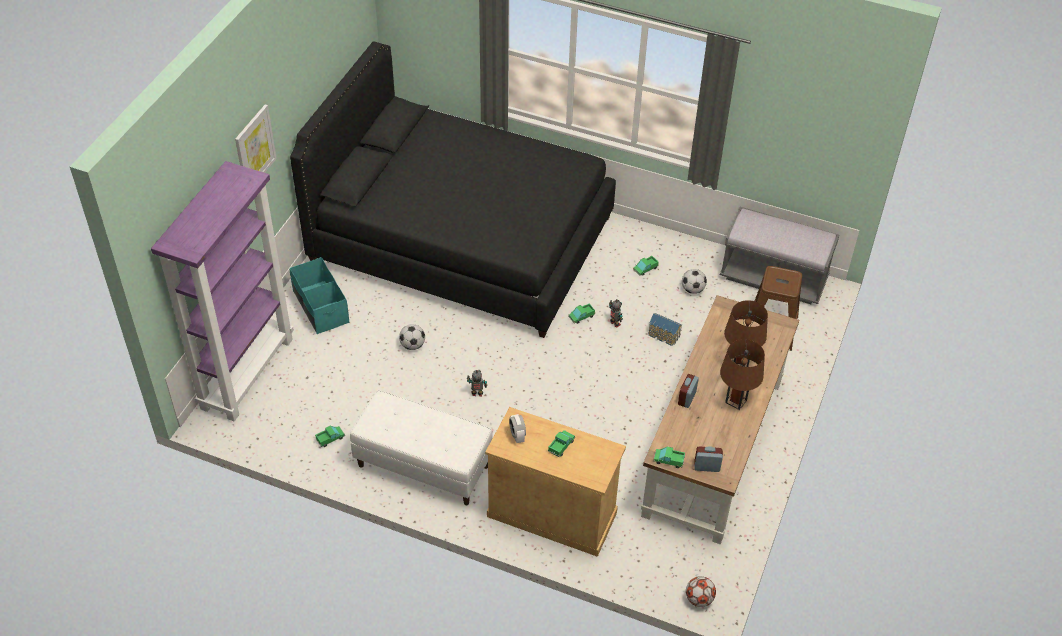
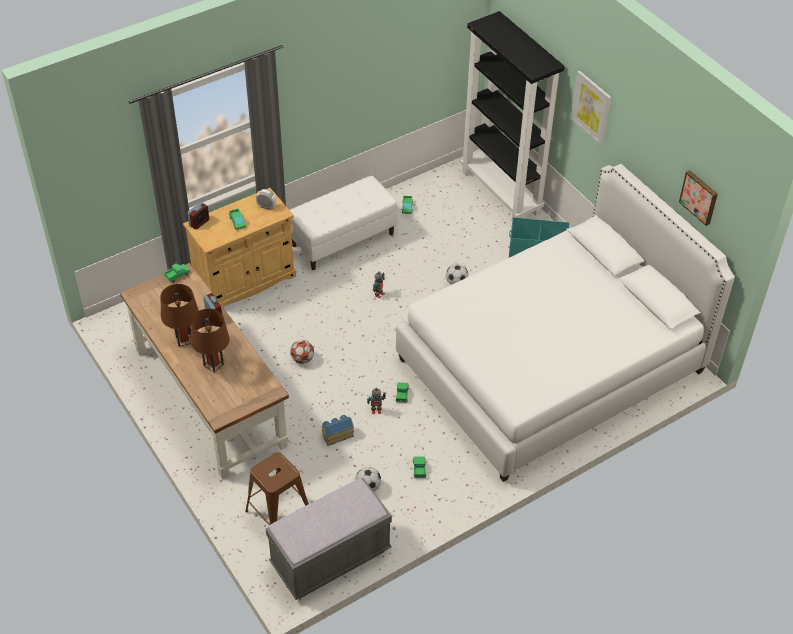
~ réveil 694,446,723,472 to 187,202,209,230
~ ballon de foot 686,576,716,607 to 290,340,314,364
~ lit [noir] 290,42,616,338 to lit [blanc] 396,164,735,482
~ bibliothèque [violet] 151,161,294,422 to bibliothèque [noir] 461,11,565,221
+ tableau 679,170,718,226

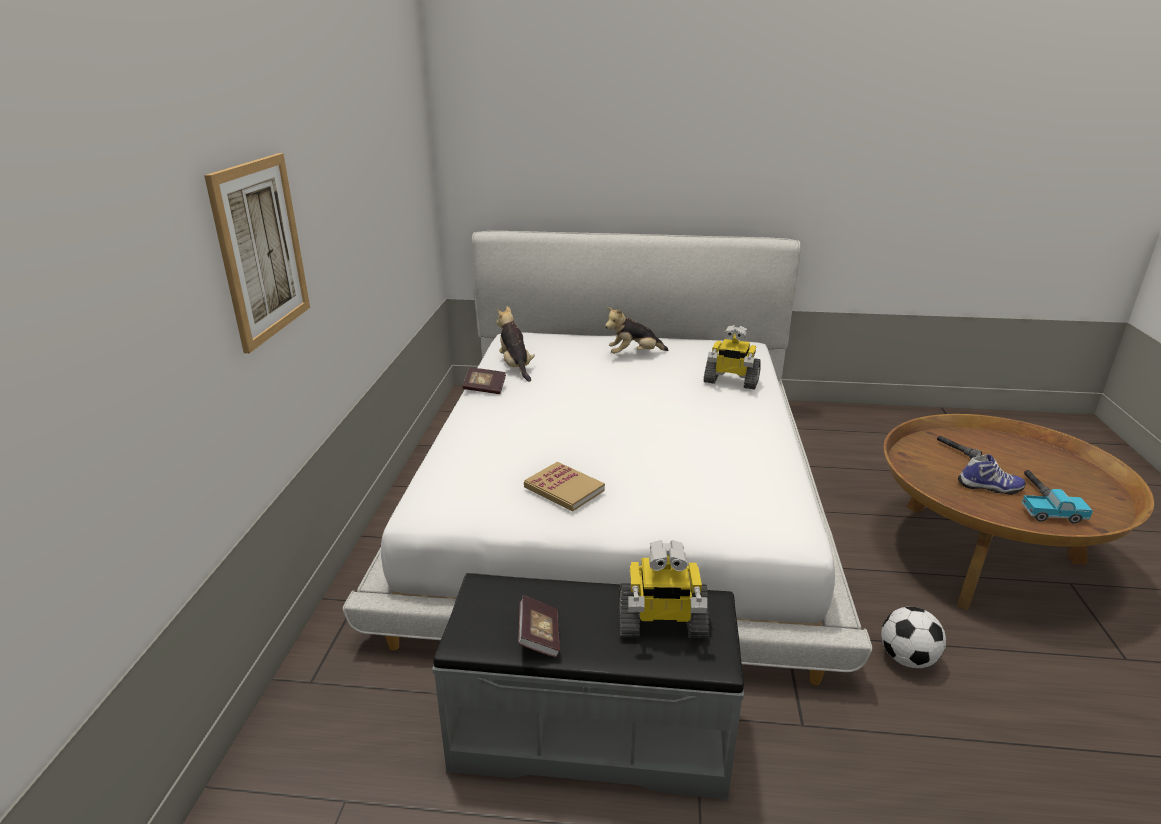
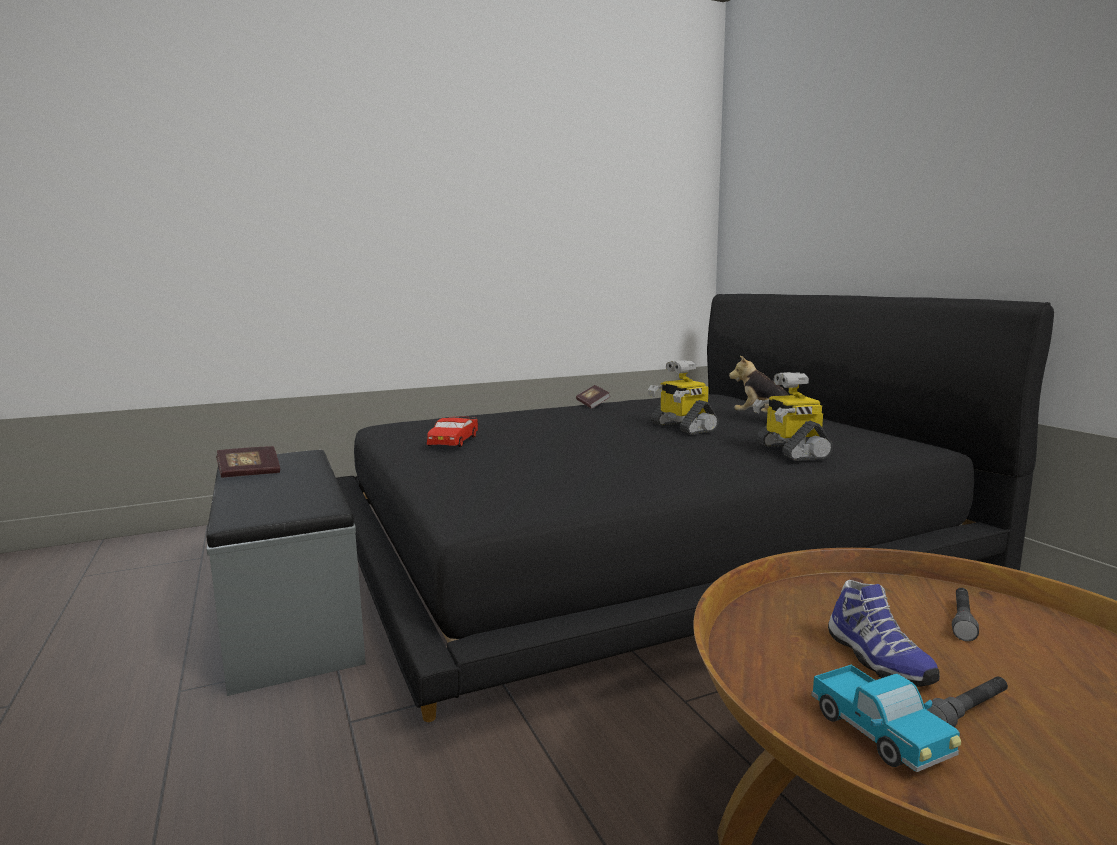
~ lit [blanc] 343,231,872,685 to lit [noir] 336,294,1054,722
~ livre 524,462,605,512 to petite voiture [rouge] 427,416,478,447
~ robot jouet 619,540,709,638 to 648,360,719,435
- tableau 204,153,310,353
- peluche 496,306,535,382
- ballon de foot 881,607,946,668

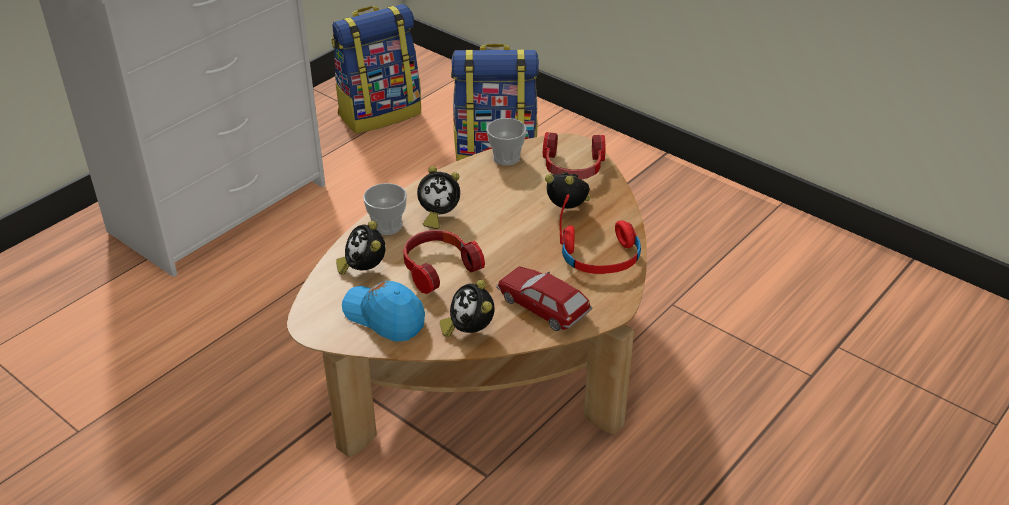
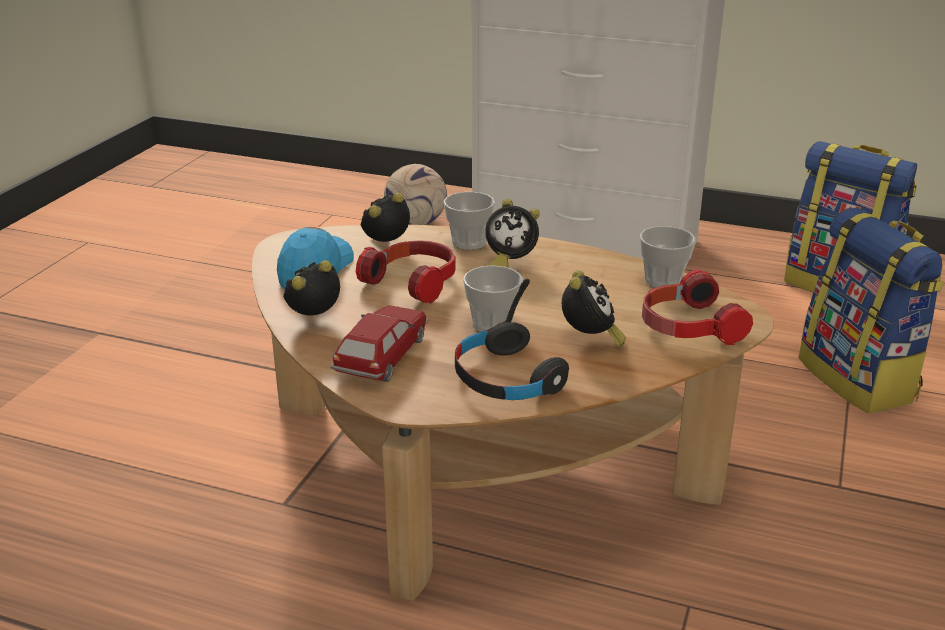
+ ballon de foot 384,164,447,225
~ casque audio [rouge] 560,194,641,274 to casque audio [noir] 455,279,569,400
+ tasse 463,265,523,332
~ réveil 417,166,460,229 = 485,199,540,268 60 degrees counterclockwise

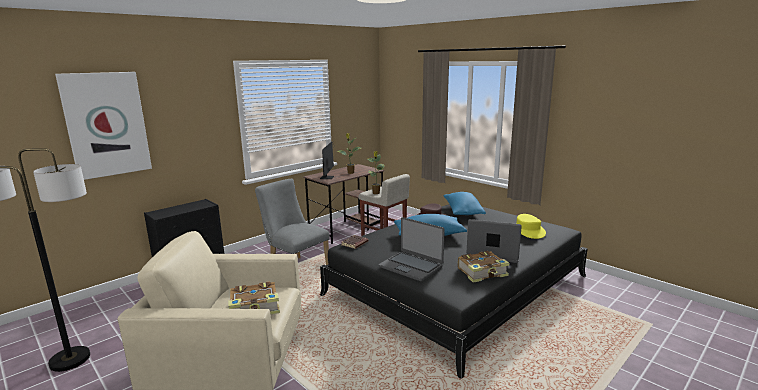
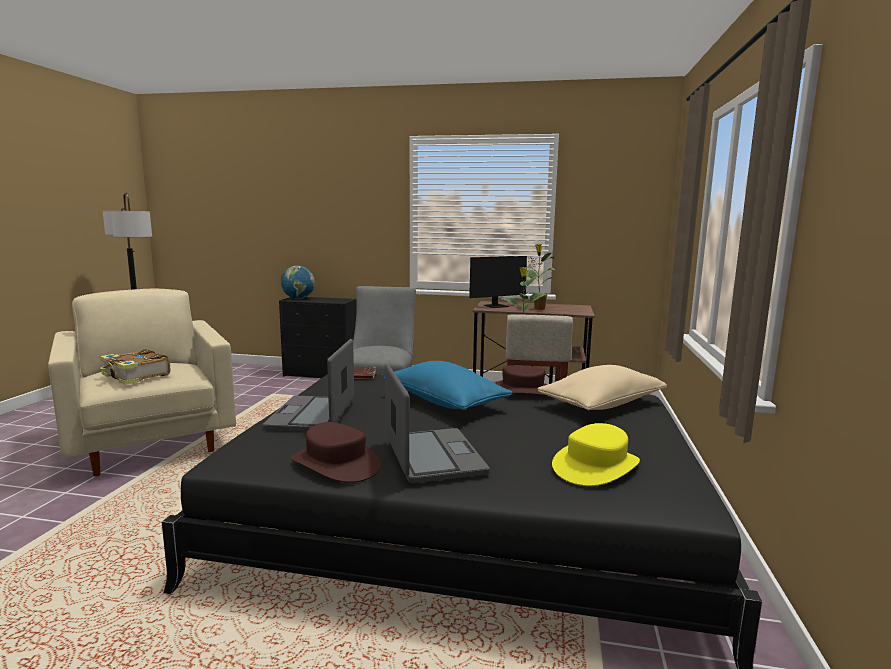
+ globe 281,266,315,299
~ livre 458,251,509,283 to chapeau [marron] 291,422,381,483
~ coussin [bleu] 443,192,486,215 to coussin [beige] 537,365,667,410
- tableau 55,72,152,180

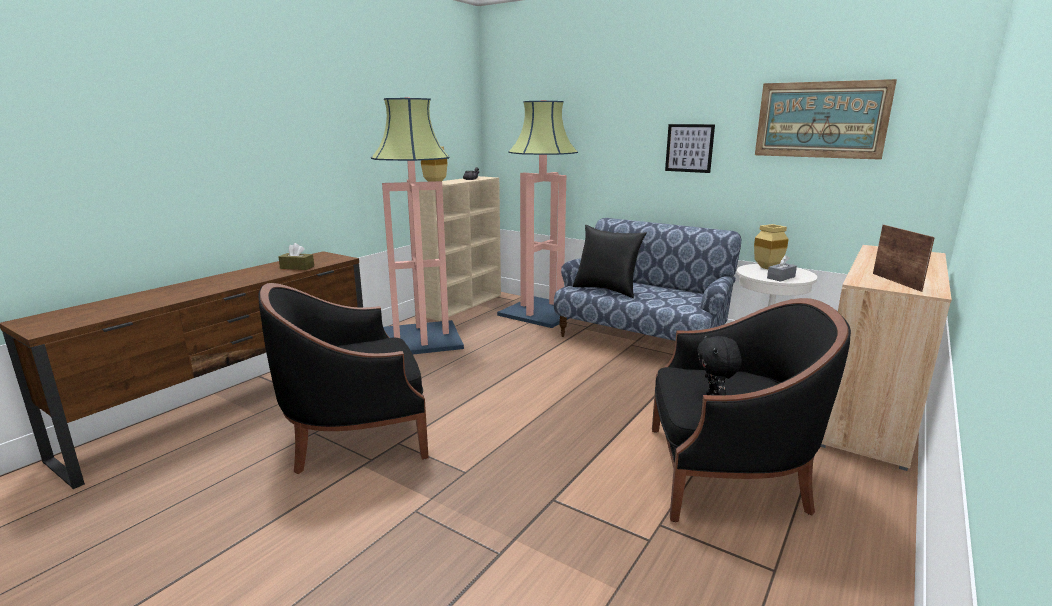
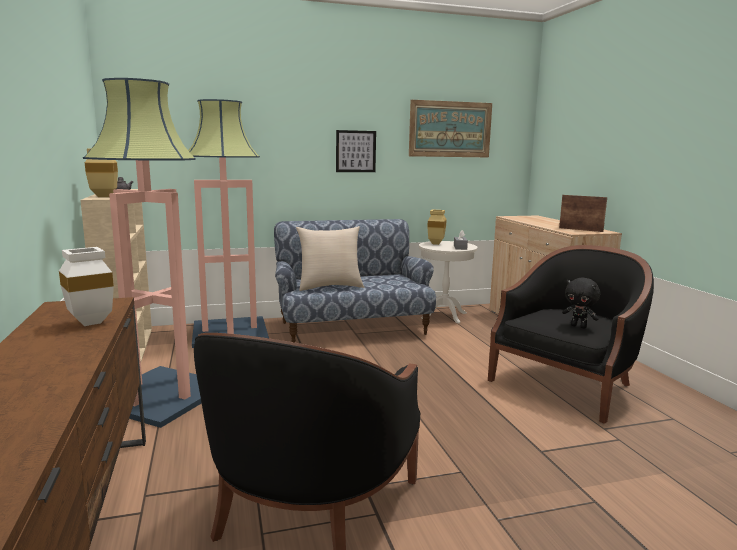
~ boîte à mouchoirs [marron] 278,243,314,270 to vase [blanc] 59,247,114,326
~ coussin [noir] 573,225,647,298 to coussin [beige] 296,226,364,291

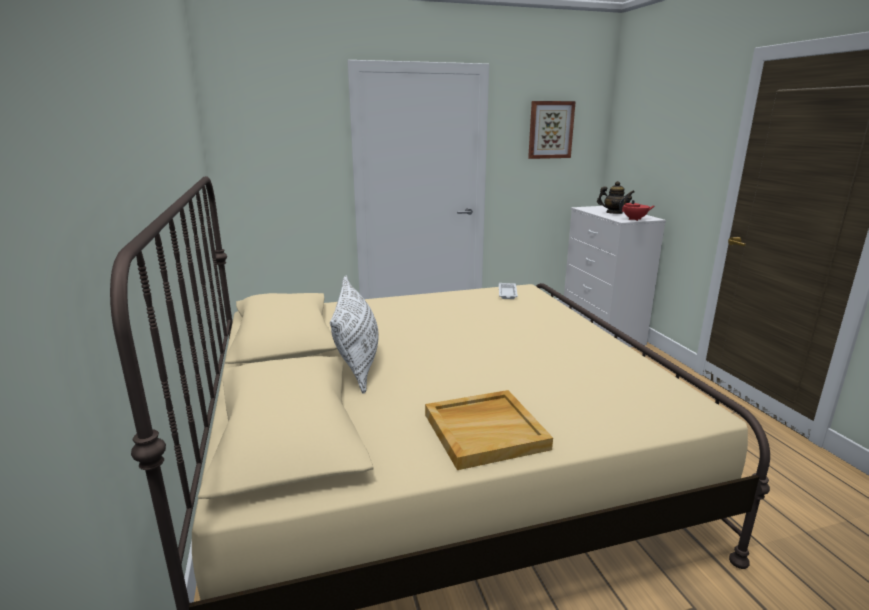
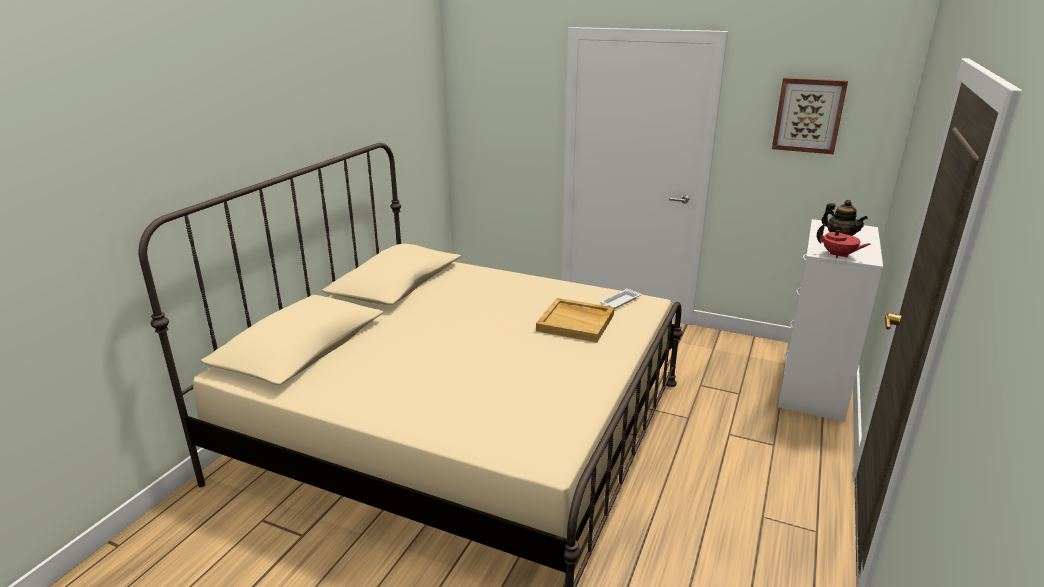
~ plateau [beige] 425,390,553,470 to 536,298,614,342
- coussin [blanc] 330,276,379,394

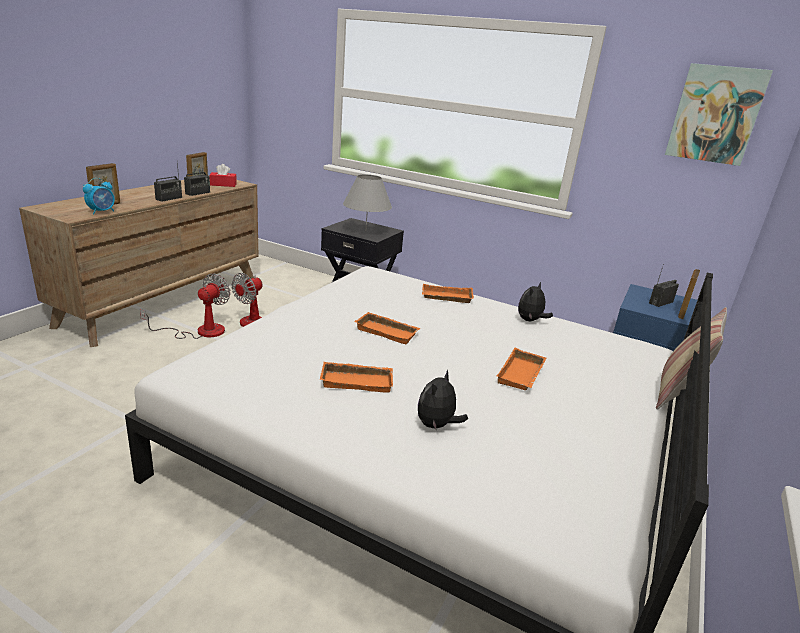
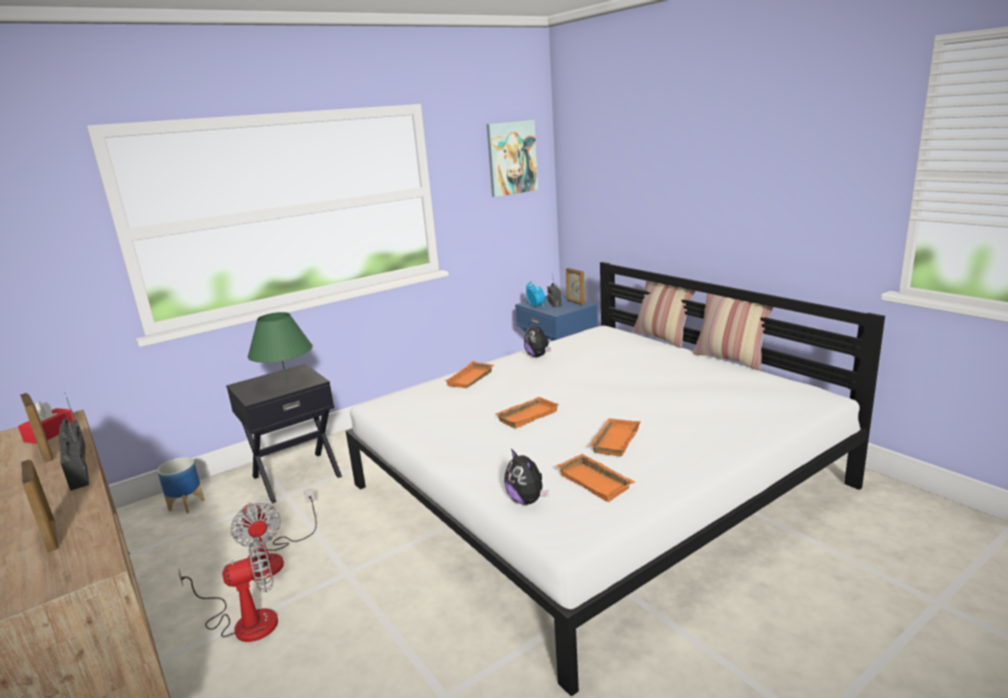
+ cache-pot 157,457,205,513
~ ventilateur 140,274,230,339 = 179,540,278,642 105 degrees clockwise
~ lampe de table [gris] 343,174,392,227 to lampe de table [vert] 248,312,313,383
~ peluche 418,369,468,429 to 504,448,549,505
~ réveil 83,178,115,214 to 526,281,545,308
~ plateau [orange] 497,348,546,390 to 556,454,635,502
+ coussin 693,293,773,370

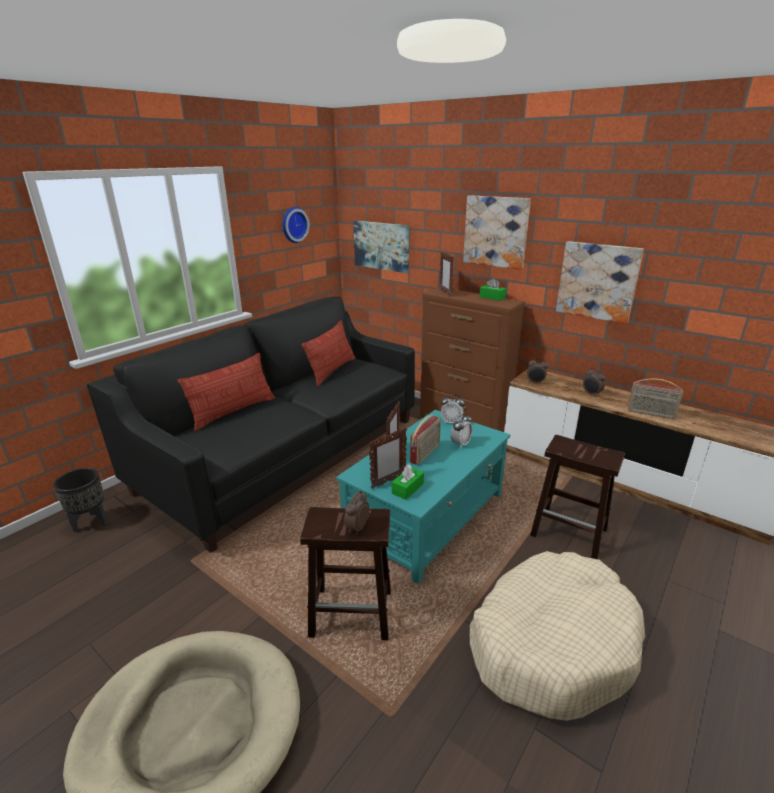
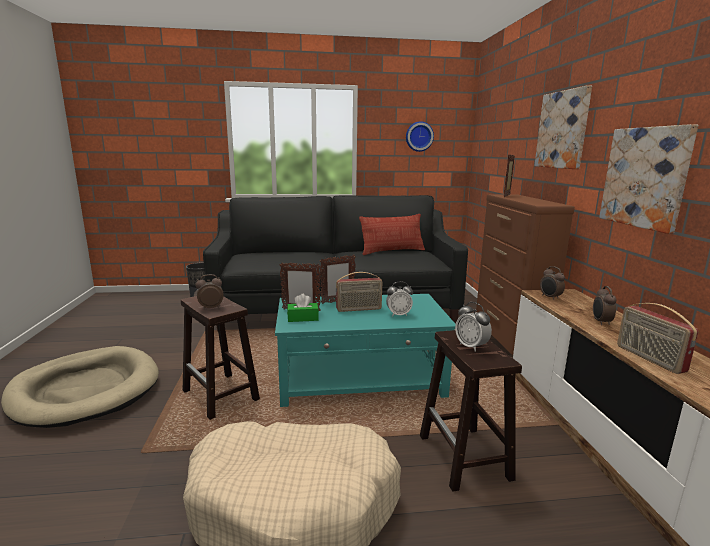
~ réveil 441,394,465,423 to 455,302,492,352
- coussin 178,353,275,431
- tableau 353,221,409,273
- boîte à mouchoirs [vert] 479,278,507,301

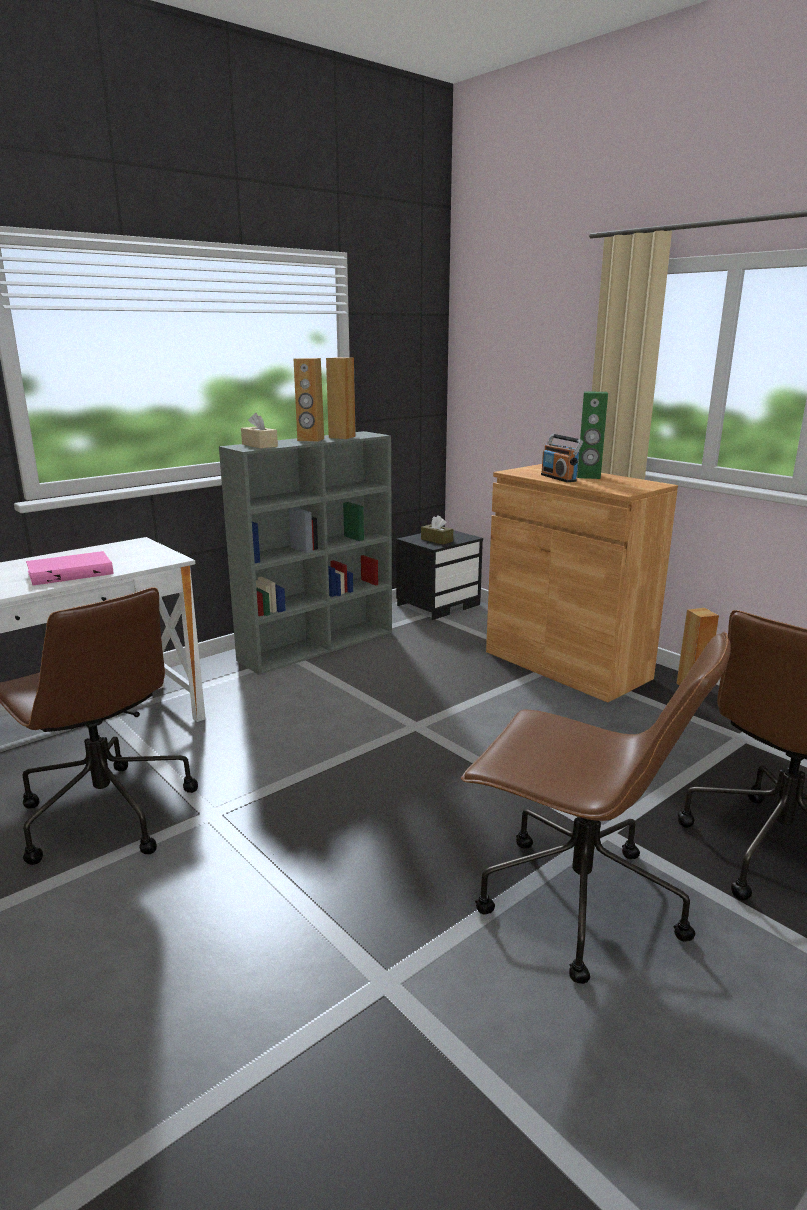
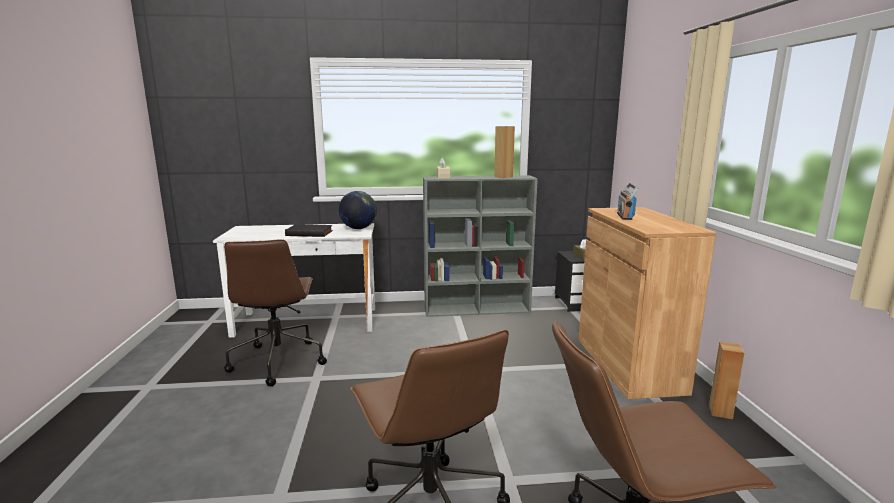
~ livre [rose] 26,551,113,585 to livre [noir] 285,224,333,237
+ globe 338,191,377,229
- enceinte [marron] 294,358,324,442
- enceinte [vert] 577,391,608,479

